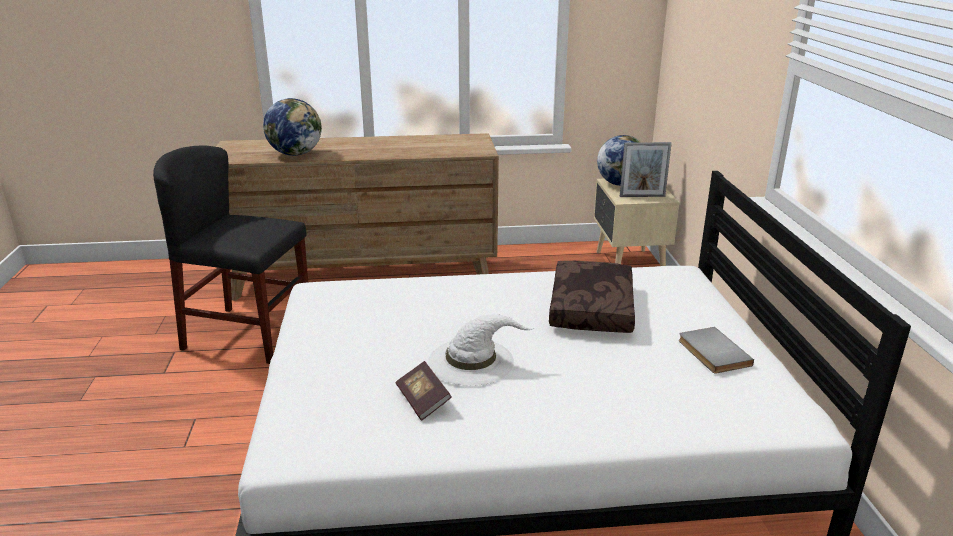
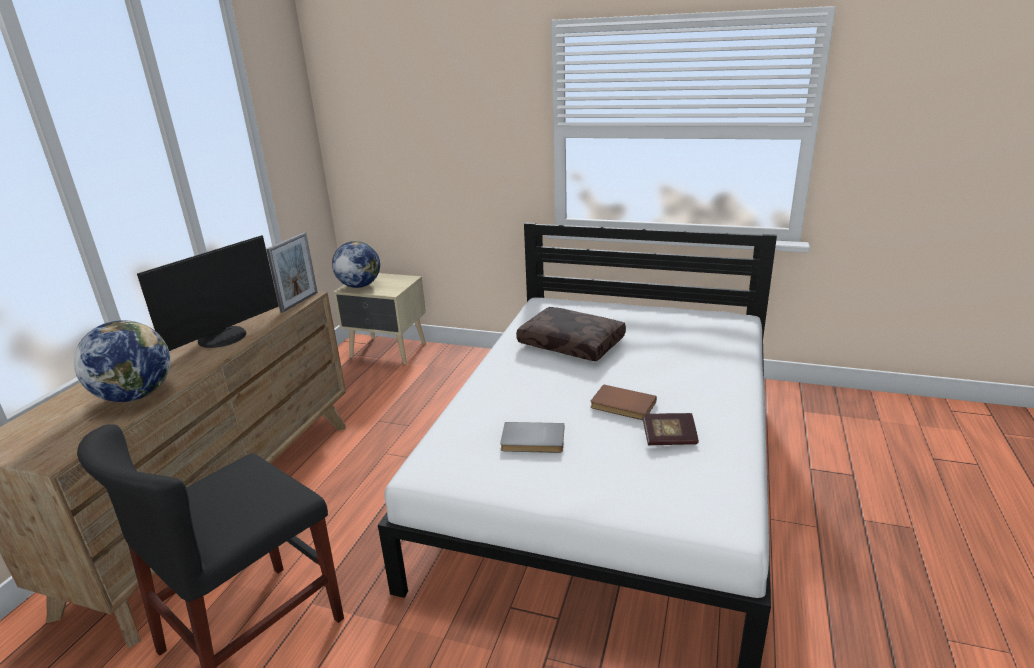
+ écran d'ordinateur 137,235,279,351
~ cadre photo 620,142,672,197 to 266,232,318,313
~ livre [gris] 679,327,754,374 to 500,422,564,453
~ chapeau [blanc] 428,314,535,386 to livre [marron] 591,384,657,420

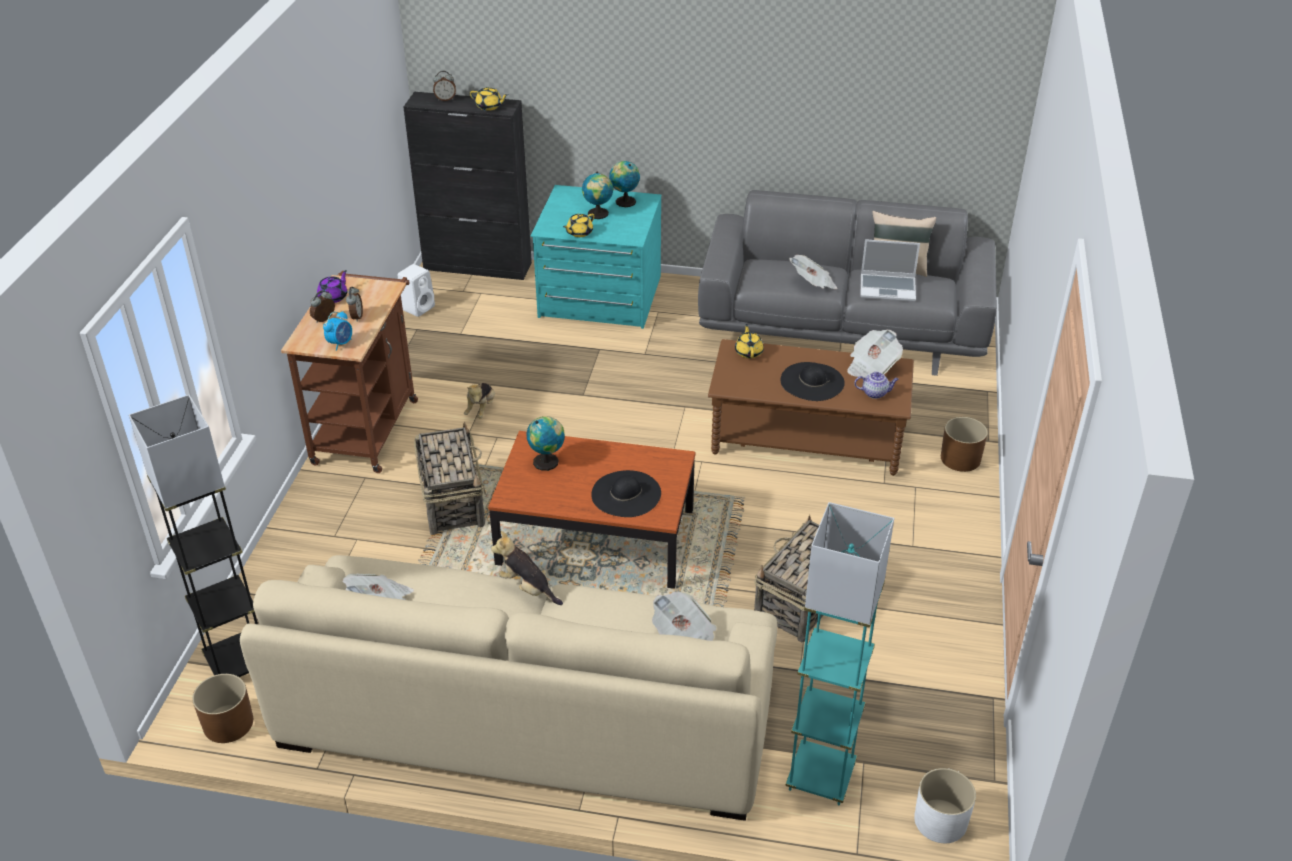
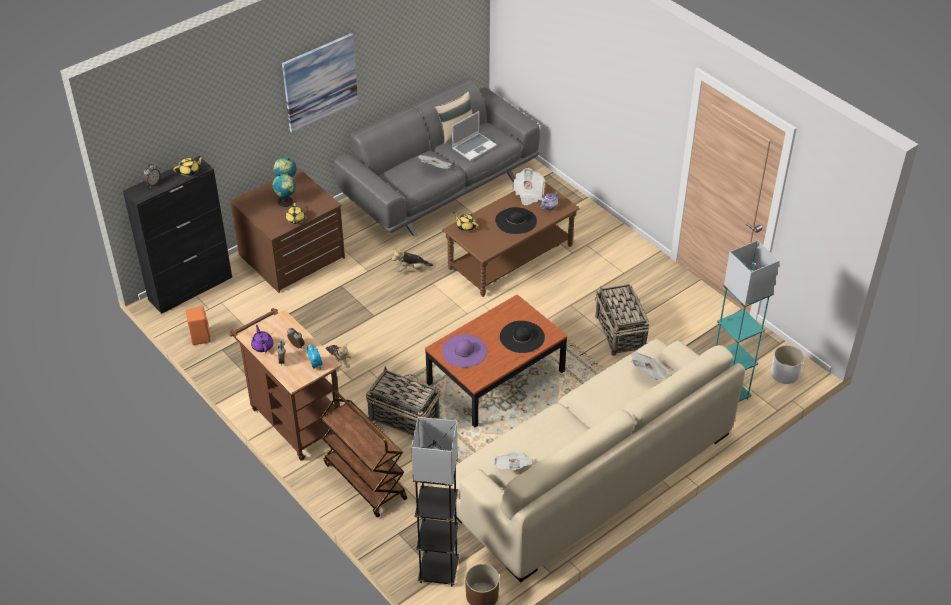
~ enceinte [blanc] 398,264,435,317 to enceinte [orange] 186,306,211,345
~ commode [turquoise] 531,185,661,329 to commode [marron] 229,168,345,293
+ tableau 282,33,358,133
+ chariot [marron] 320,389,407,518
~ peluche 491,531,563,605 to 392,248,433,272
~ globe 526,416,565,471 to chapeau [violet] 442,334,487,367
- cache-pot [marron] 941,417,988,472

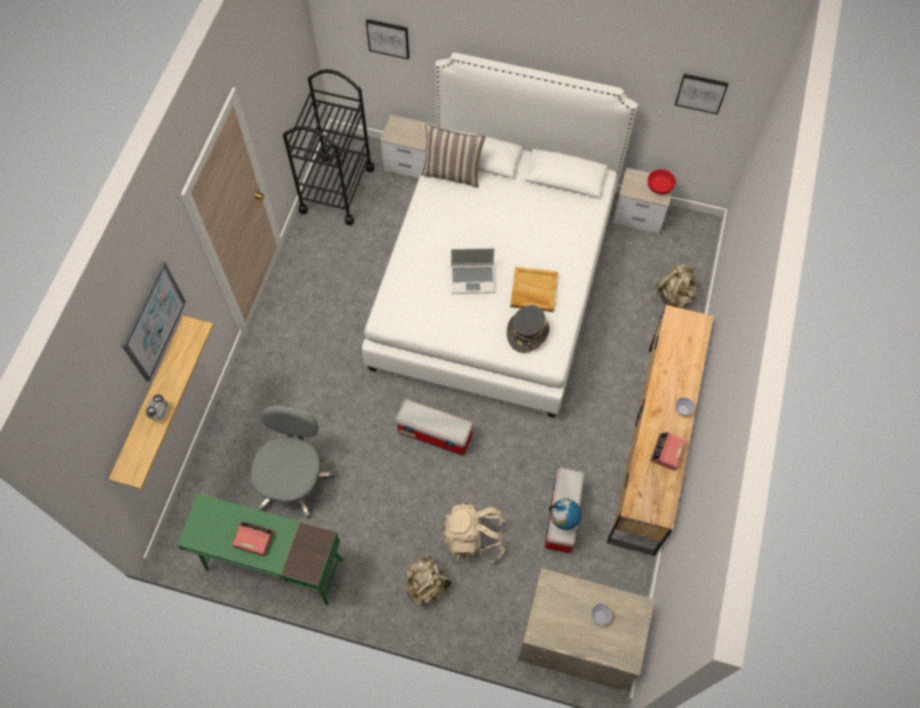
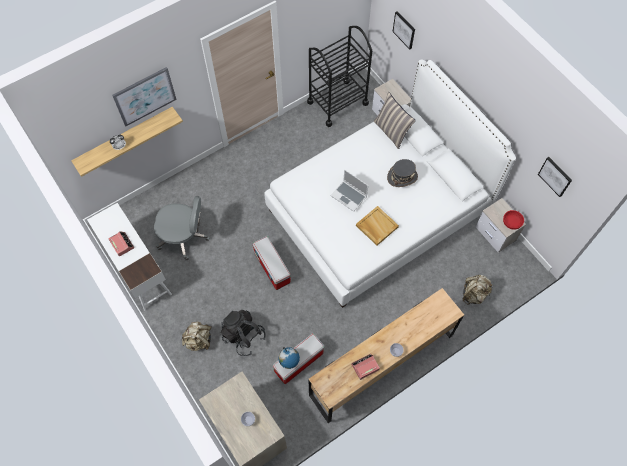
~ bureau [vert] 177,494,343,605 to bureau [blanc] 87,203,172,311
~ chaise de bureau [gris] 251,406,335,519 = 154,196,210,260 45 degrees clockwise
~ sac à dos [beige] 443,502,505,562 to sac à dos [noir] 220,310,266,356
~ chapeau [gris] 507,305,550,353 to 387,159,418,187

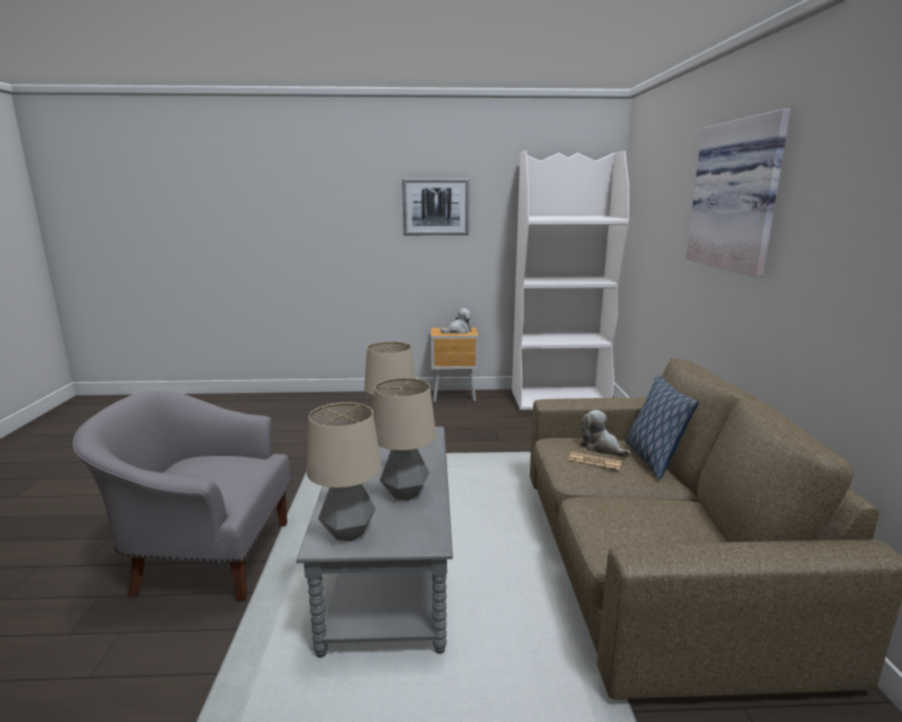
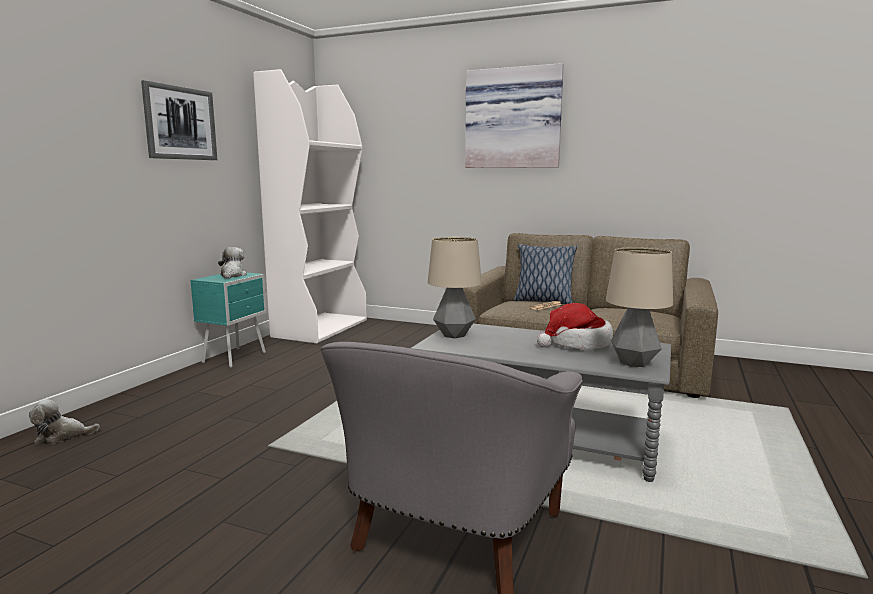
~ peluche 580,410,631,457 to 29,399,100,444
~ table de chevet [marron] 431,327,479,402 to table de chevet [turquoise] 190,272,267,368
~ lampe de table 373,378,436,500 to chapeau 537,303,613,349

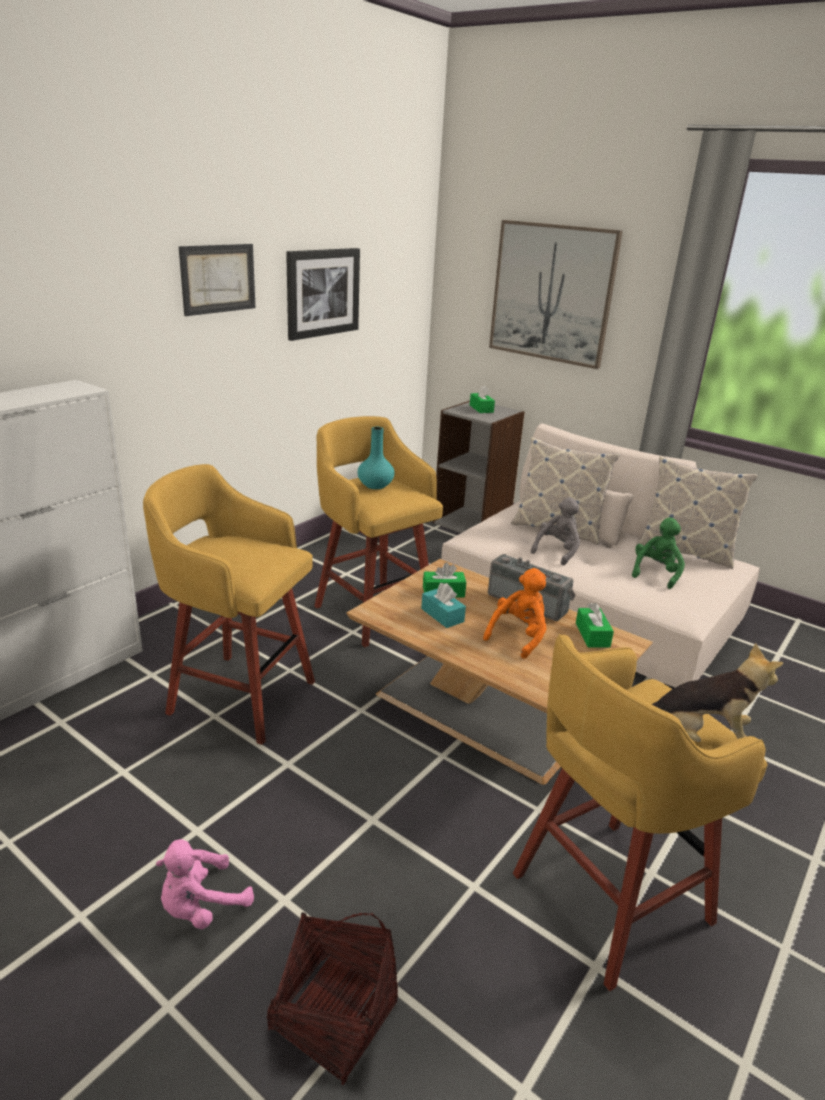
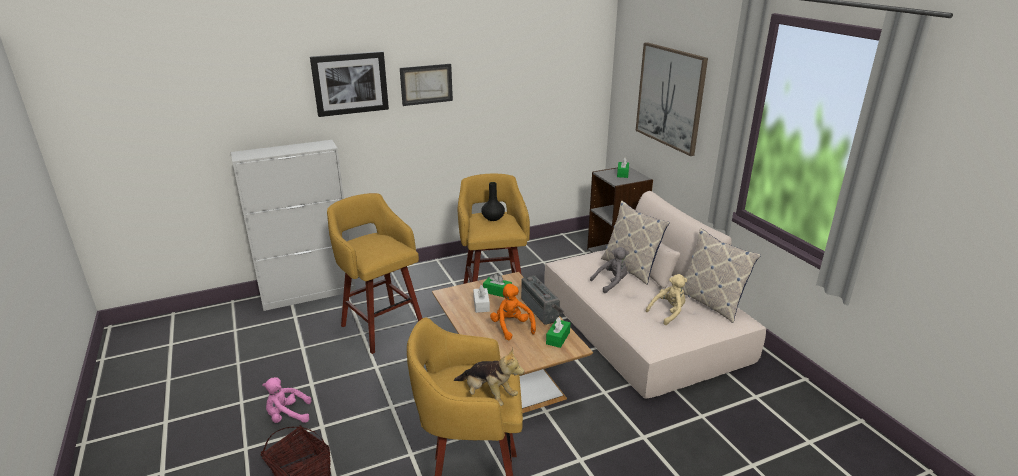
~ tableau 286,248,360,341 to 310,51,389,117
~ boîte à mouchoirs [turquoise] 421,583,466,628 to boîte à mouchoirs [blanc] 473,285,490,313
~ vase [turquoise] 358,427,395,489 to vase [noir] 481,182,505,221
~ peluche [orange] 483,568,547,659 = 490,284,536,340 90 degrees counterclockwise
~ peluche [vert] 632,517,685,589 to peluche [beige] 646,274,687,325

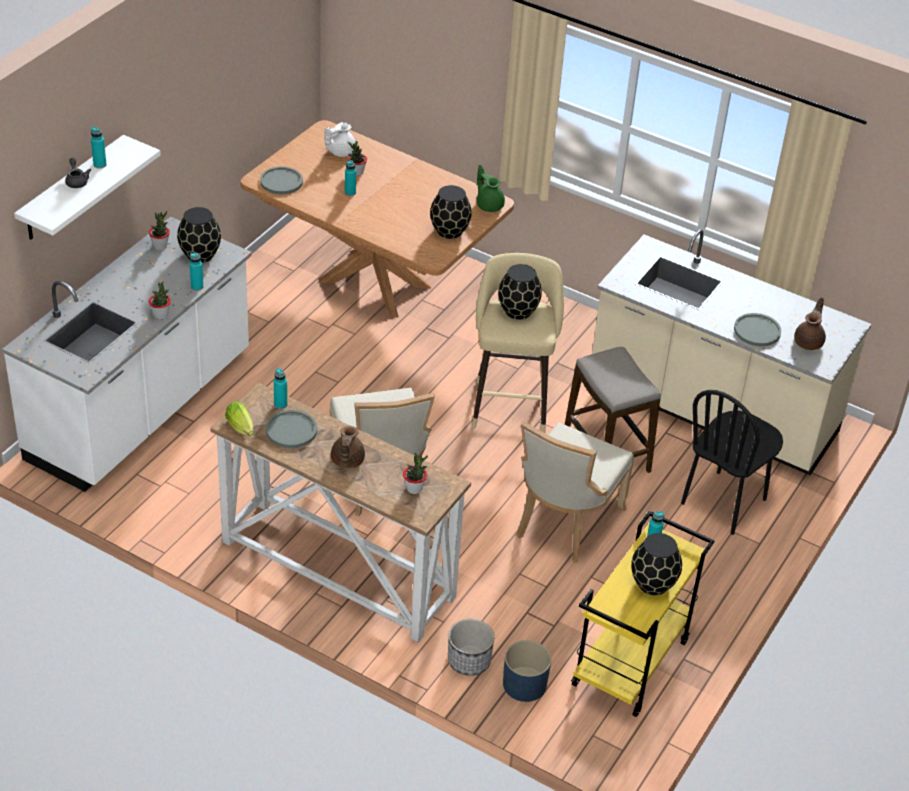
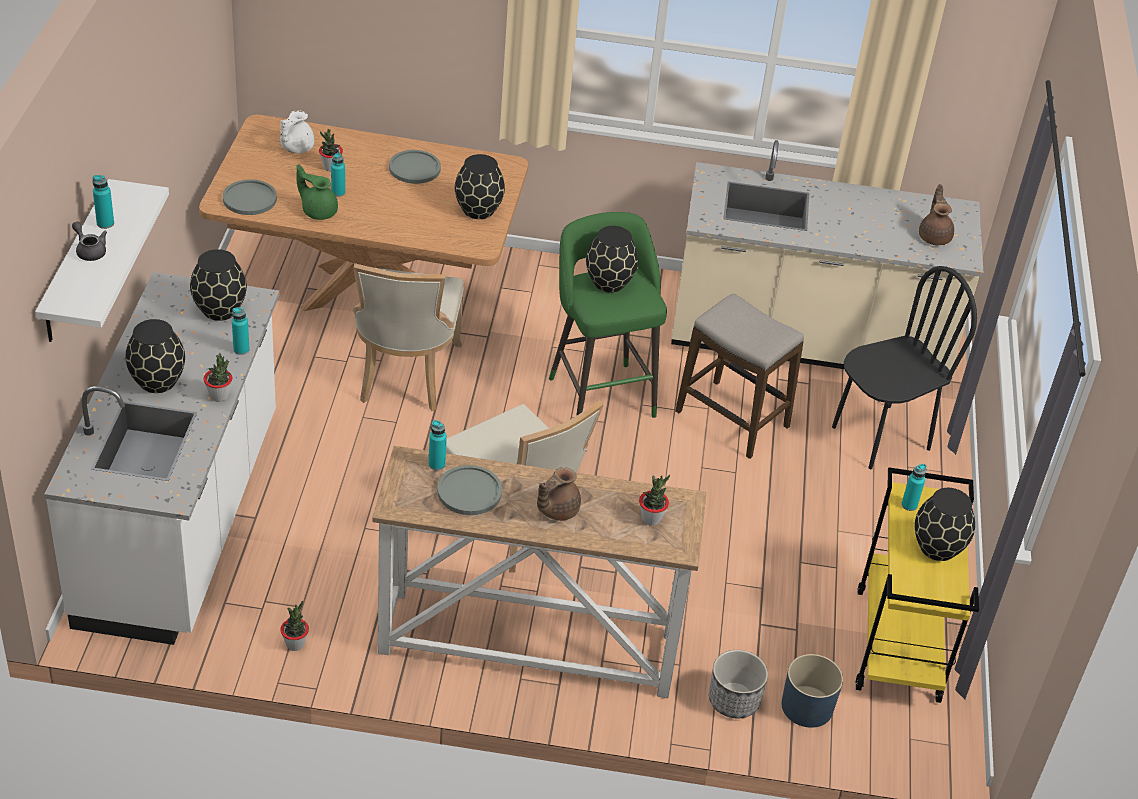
+ vase [noir] 125,319,185,393
~ plante en pot 149,211,170,250 to 280,601,309,651
~ théière [vert] 477,165,505,212 to 297,164,338,220
~ chaise [beige] 516,421,634,563 to 353,263,464,411
~ assiette [gris] 734,313,781,346 to 389,150,441,184
~ théière [marron] 331,426,365,469 = 537,467,581,521 60 degrees clockwise
~ tabouret [beige] 472,253,564,433 to tabouret [vert] 549,212,667,418
~ chaise [noir] 681,390,783,535 = 832,266,977,469 135 degrees counterclockwise
- laitue 225,401,254,436

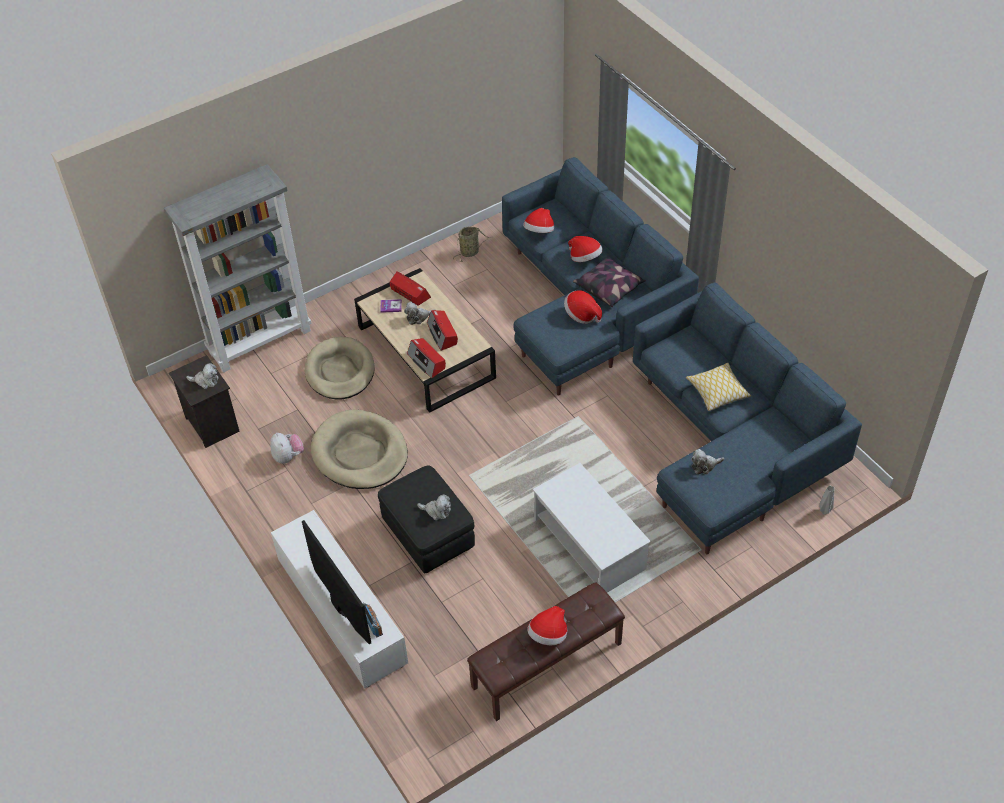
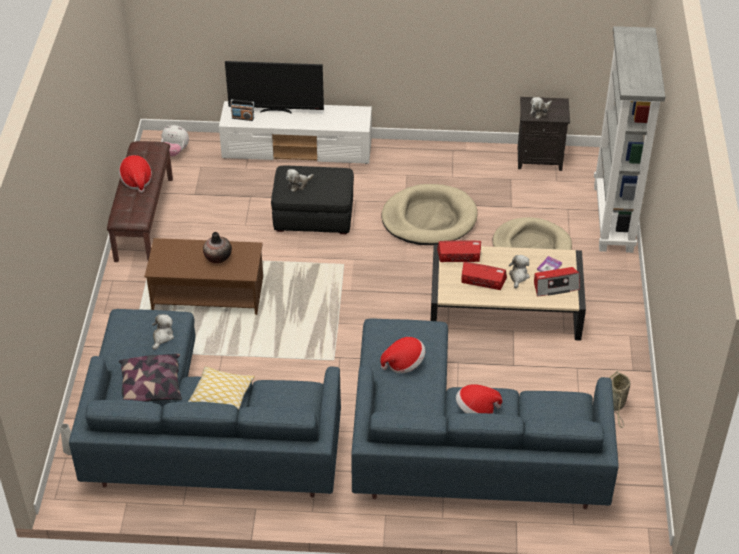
~ coussin 573,256,646,307 to 119,354,182,402
~ table basse [blanc] 533,463,651,593 to table basse [marron] 144,238,263,315
~ peluche 270,432,304,464 to 161,125,189,156
+ vase 203,232,232,264
- chapeau 523,208,554,233

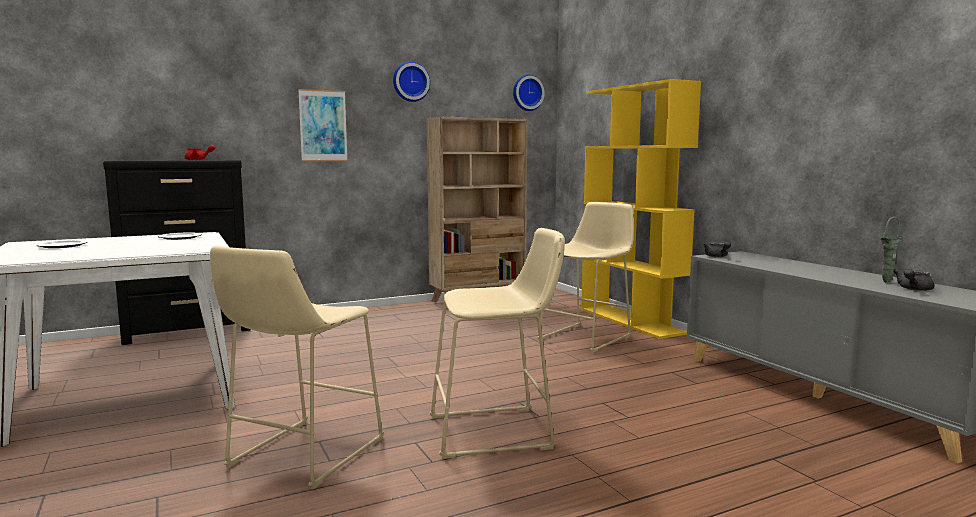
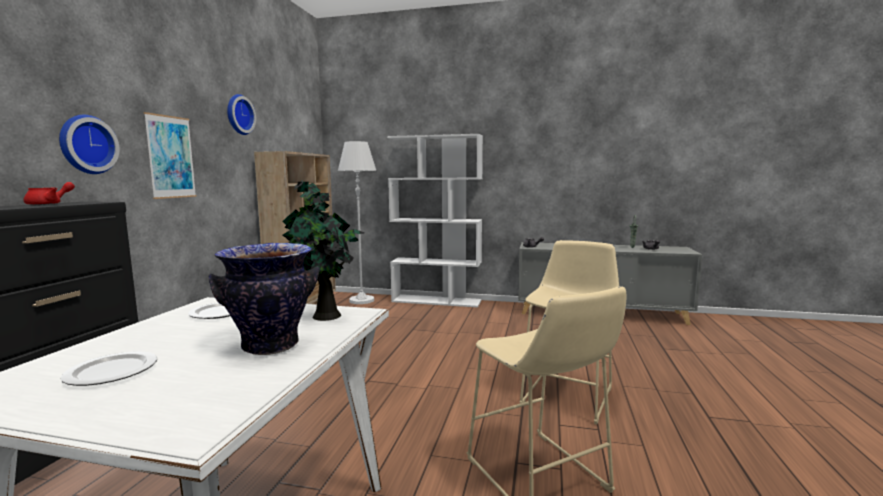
~ horloge murale 513,74,545,111 to 59,115,119,174
+ vase 208,243,319,355
+ plante en pot 282,180,364,321
+ lampadaire [blanc] 338,141,376,304
~ bibliothèque [jaune] 581,79,701,339 to bibliothèque [blanc] 387,134,483,307
- tabouret [beige] 538,202,634,353

